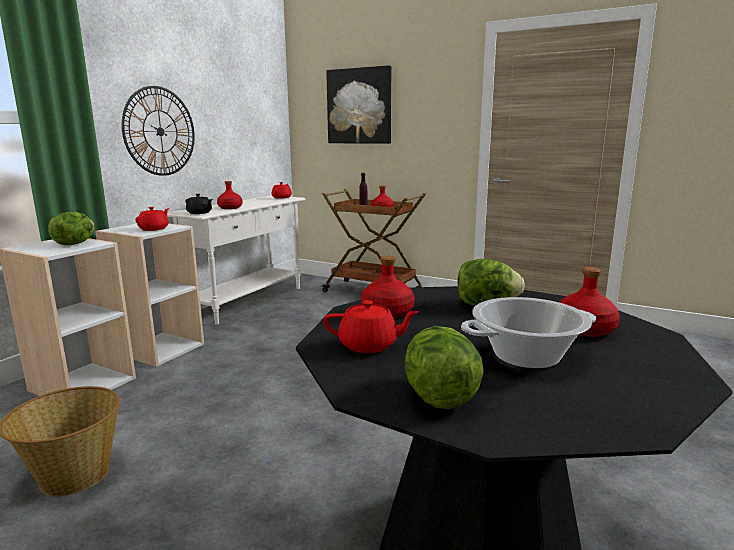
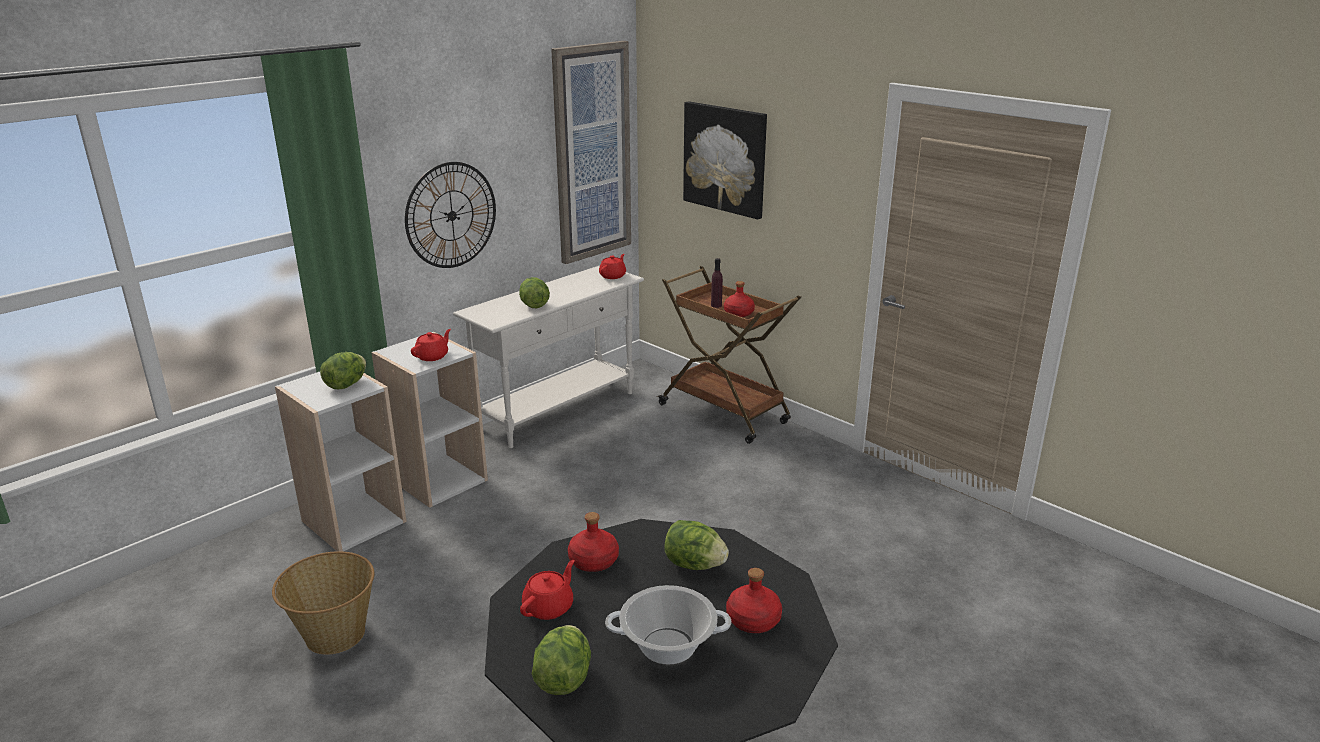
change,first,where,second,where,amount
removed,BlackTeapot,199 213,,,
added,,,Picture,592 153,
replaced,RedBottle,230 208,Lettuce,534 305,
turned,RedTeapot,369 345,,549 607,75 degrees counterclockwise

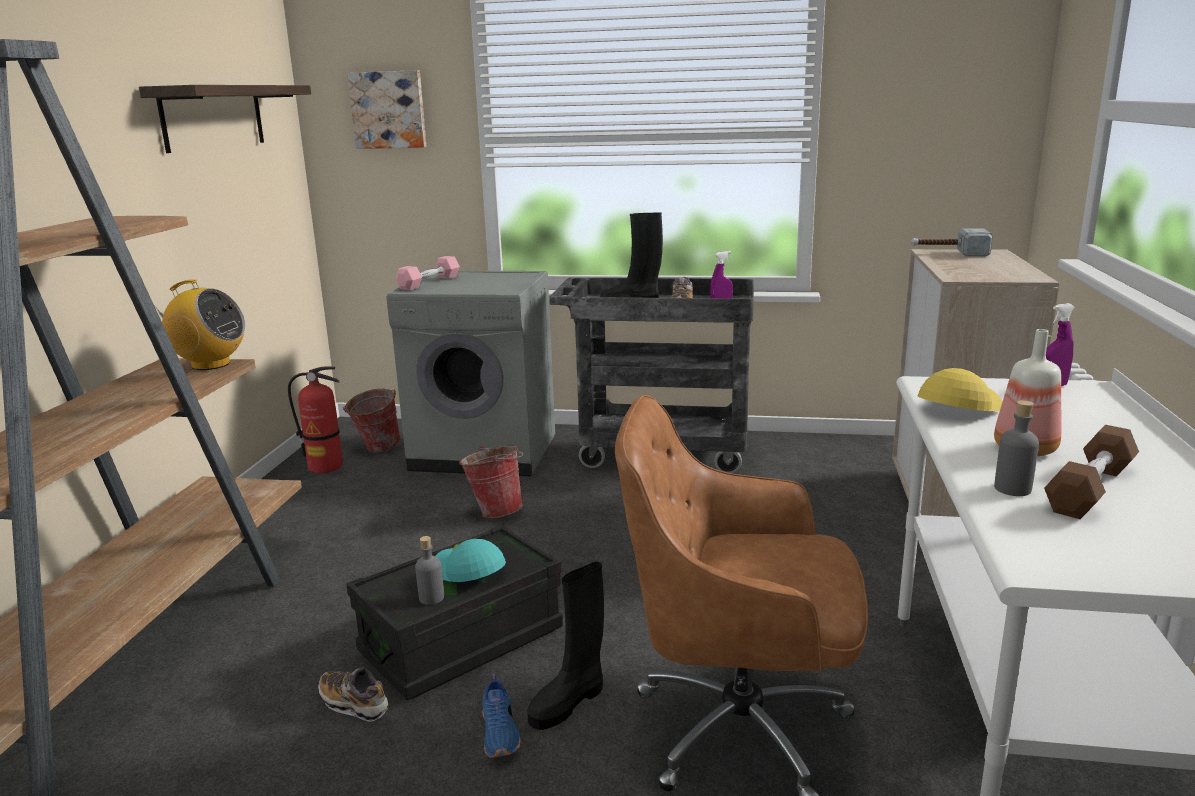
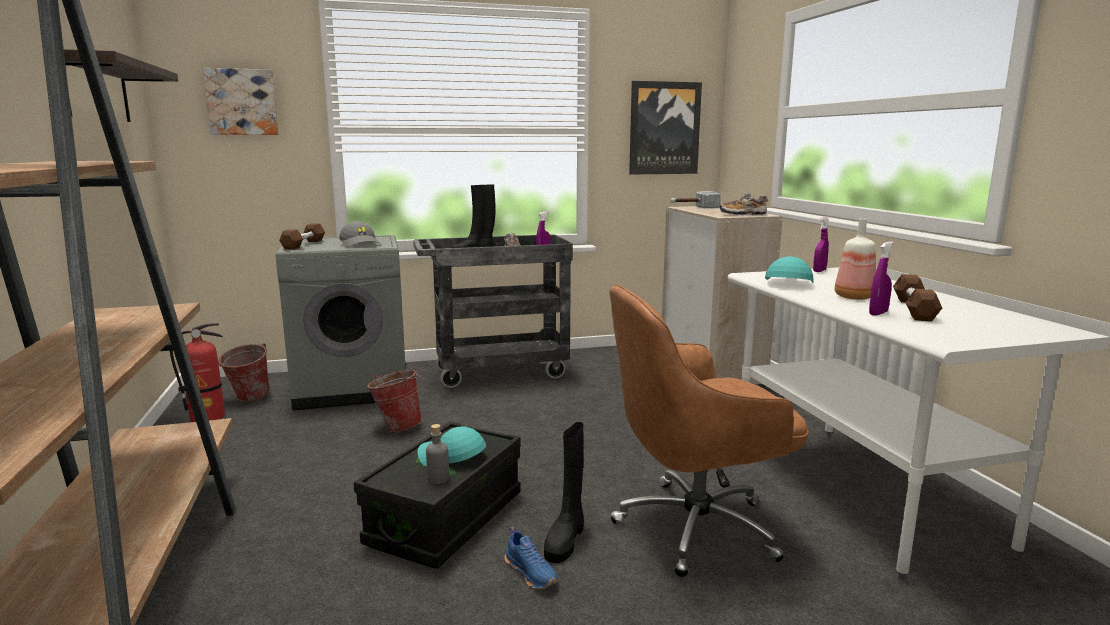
change,first,where,second,where,amount
removed,Radio,210 365,,,
added,,,GreyCap,360 244,
added,,,Picture,664 128,
moved,Shoe,353 704,,742 214,
replaced,GreyBottle,1012 489,PurpleSprayBottle,878 313,
recoloured,PinkDumbbell,429 282,BrownDumbbell,304 244,
recoloured,YellowCap,958 407,TurquoiseCap,787 283,

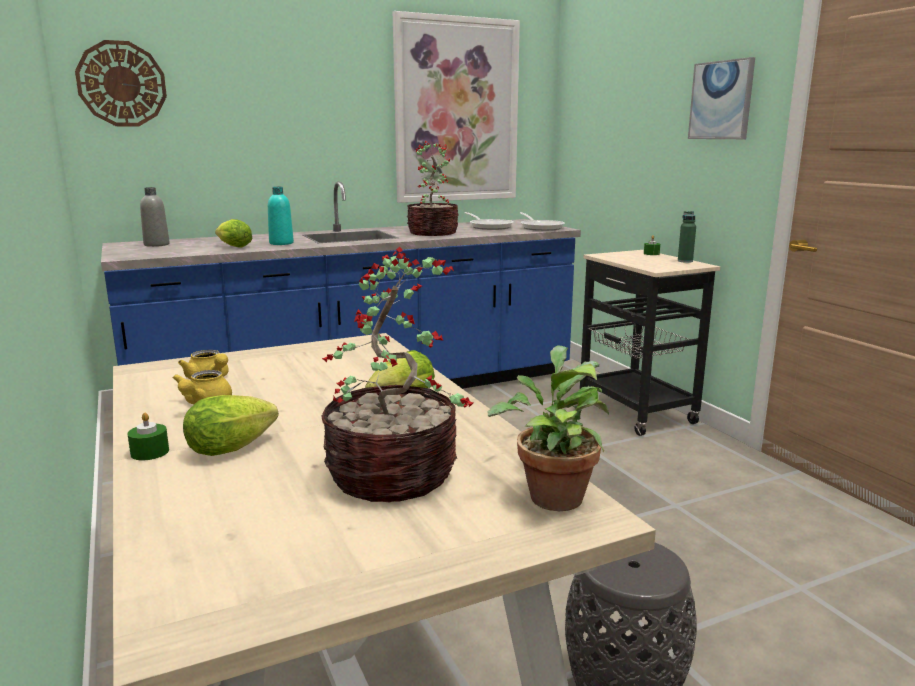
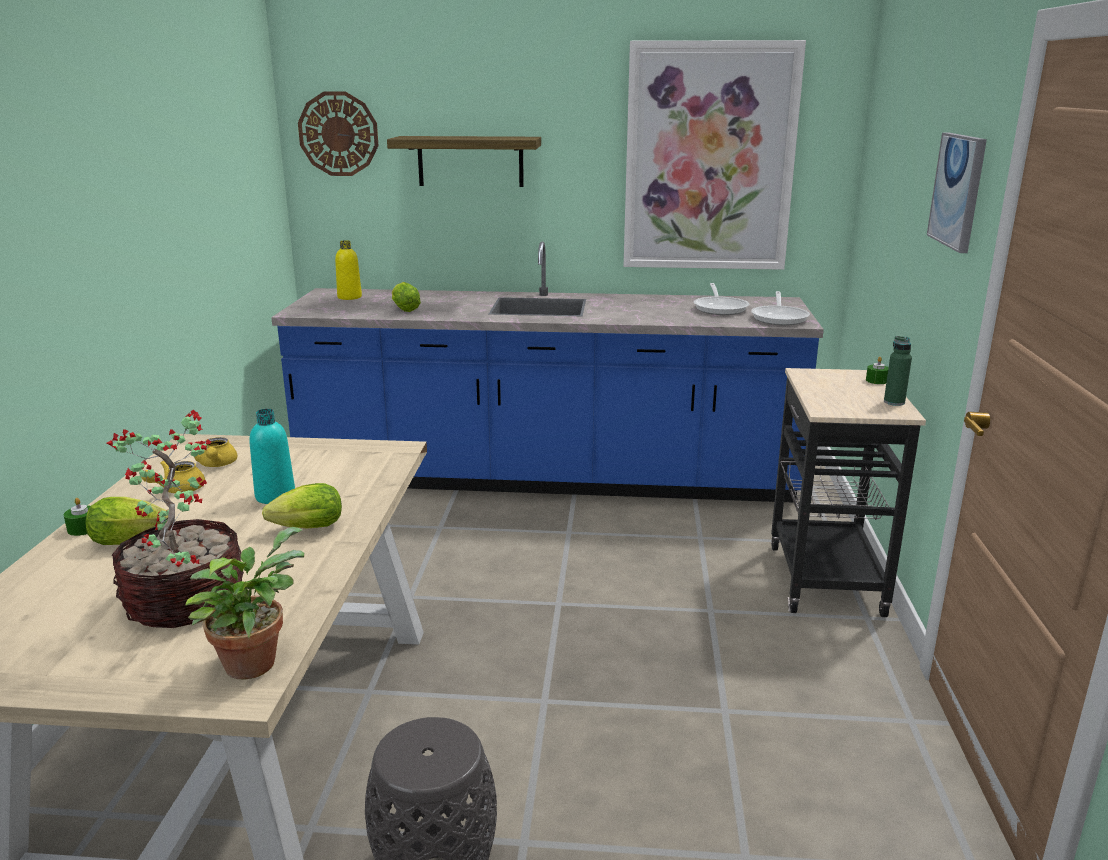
change,first,where,second,where,amount
removed,PottedPlant,433 233,,,
added,,,Shelf,470 161,
moved,TurquoiseBottle,281 243,,275 496,
recoloured,GreyBottle,156 245,YellowBottle,349 297,

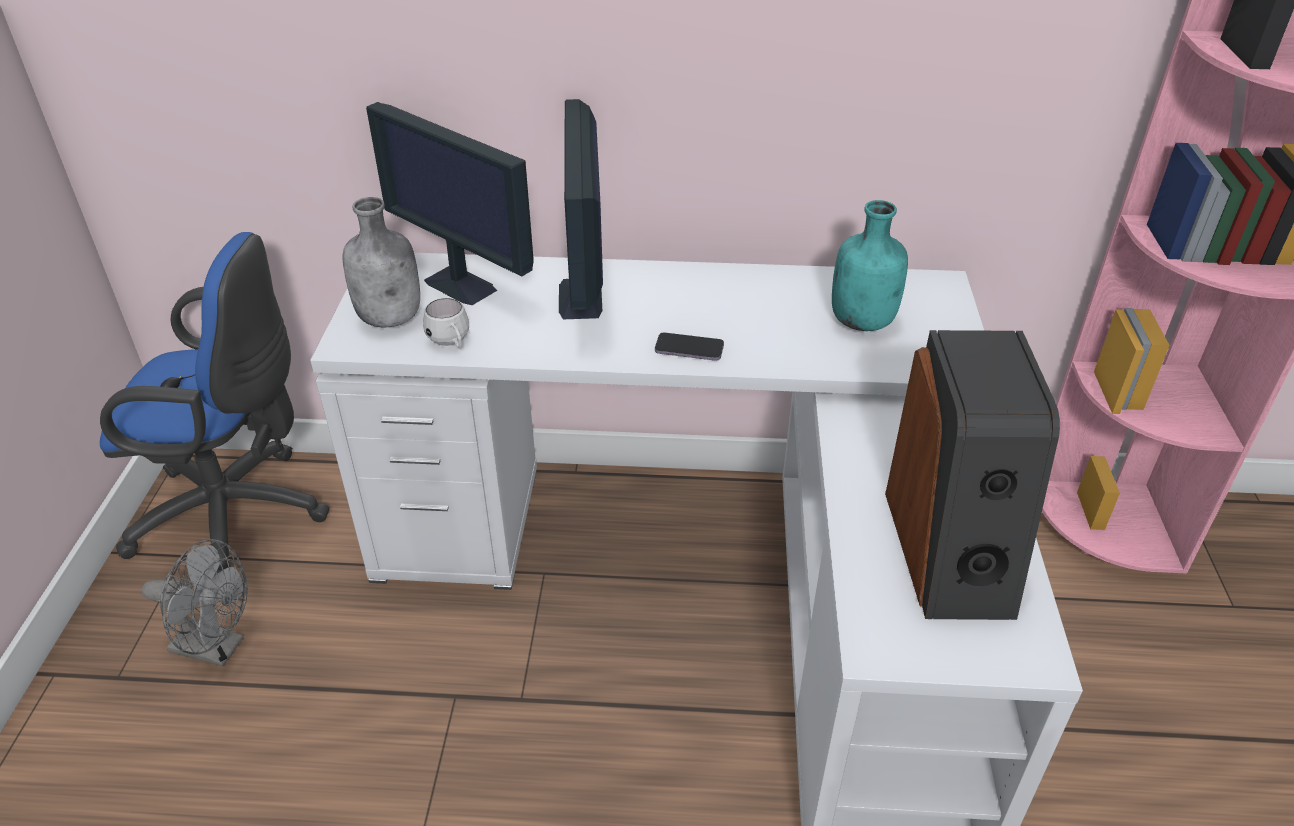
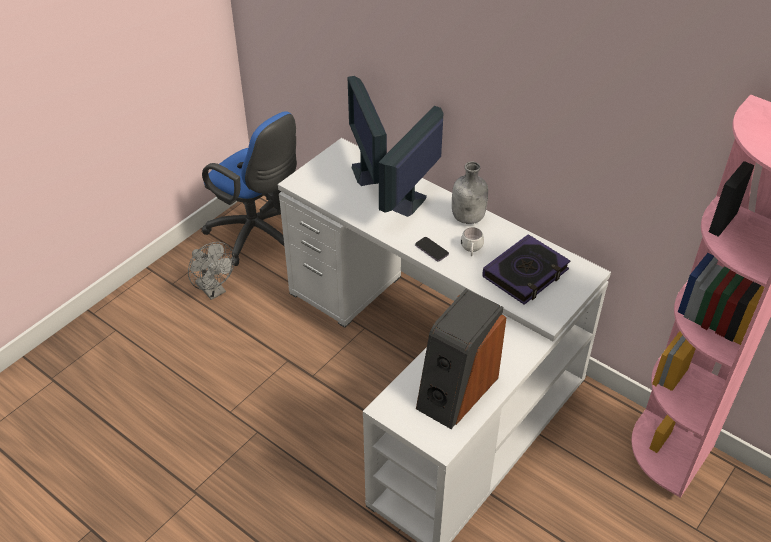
change,first,where,second,where,amount
moved,GreyBottle,391 318,,468 218,
moved,WhiteMug,451 343,,471 250,
replaced,TurquoiseBottle,863 321,Book,526 274,

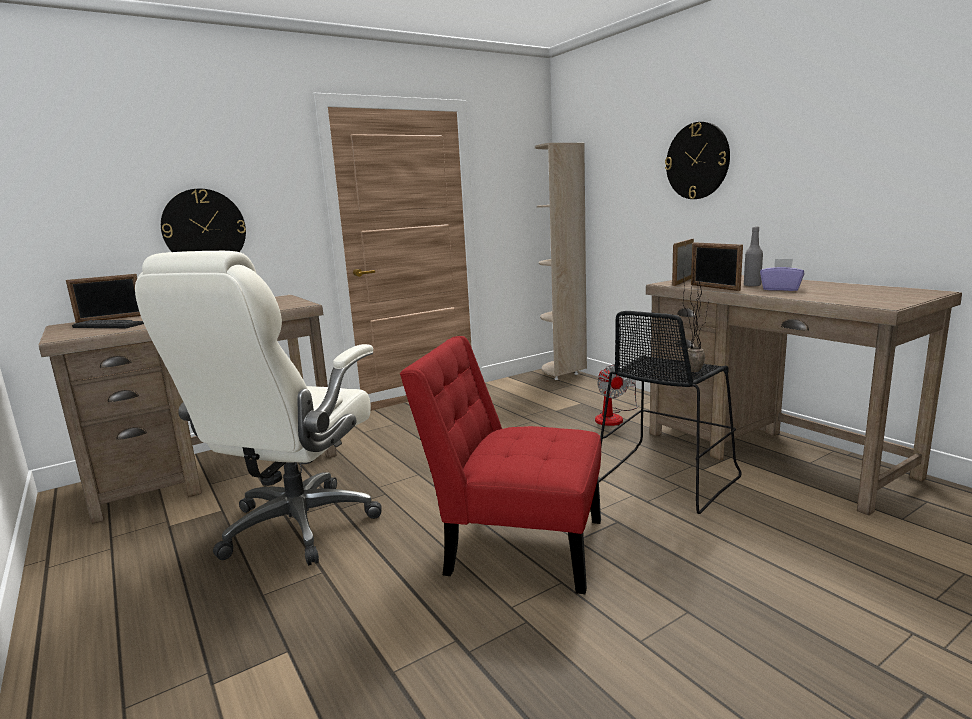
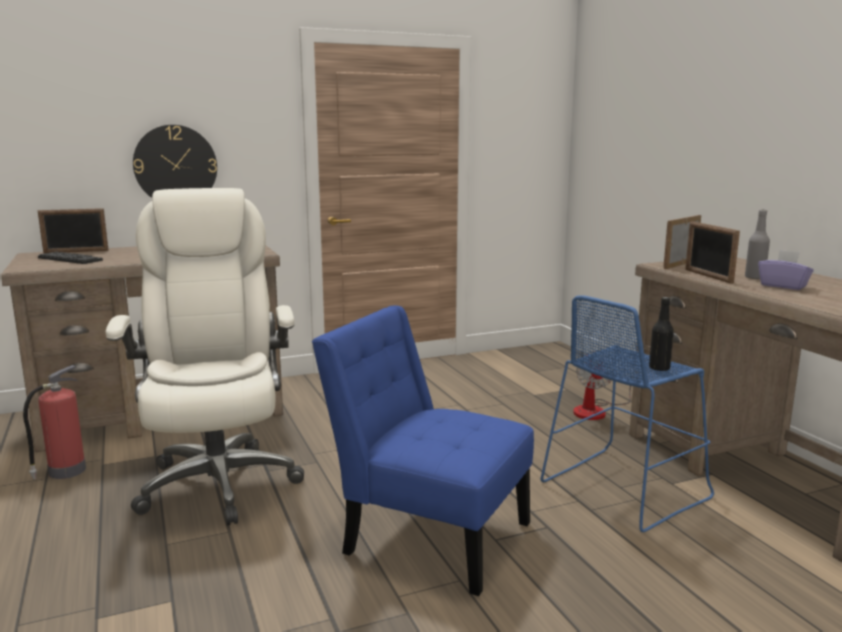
change,first,where,second,where,amount
removed,BeigeBookcase,560 374,,,
removed,WallClock,697 161,,,
added,,,FireExtinguisher,65 471,
replaced,PottedPlant,693 369,BlackBottle,659 368,
recoloured,RedChair,516 544,BlueChair,429 534,
recoloured,BlackStool,665 478,BlueStool,624 488,
turned,WhiteOfficeChair,296 527,,219 483,135 degrees clockwise

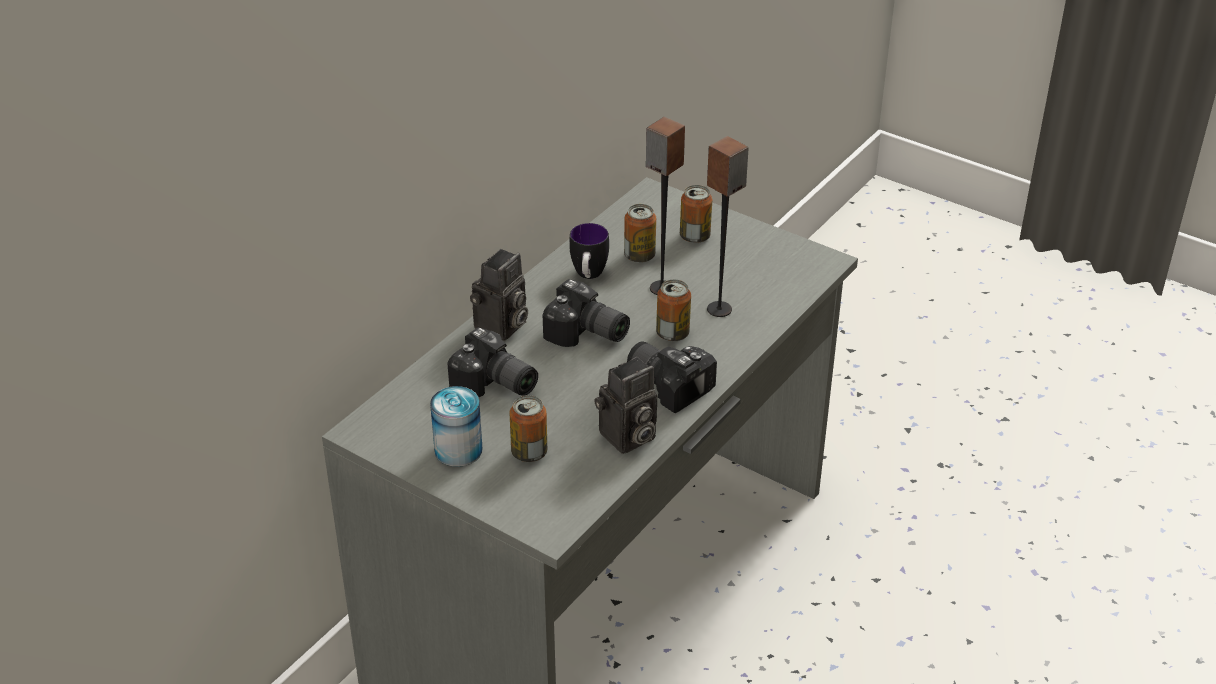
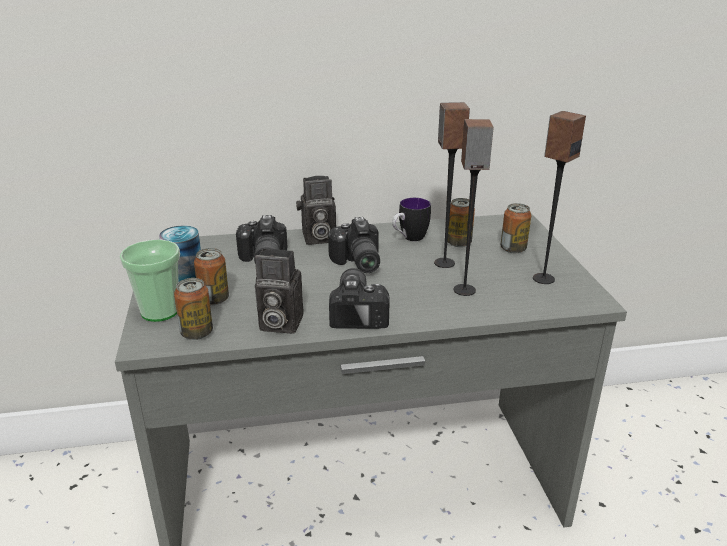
change,first,where,second,where,amount
added,,,Cup,160 311,
added,,,Speaker,543 278,
moved,Can,672 334,,197 333,

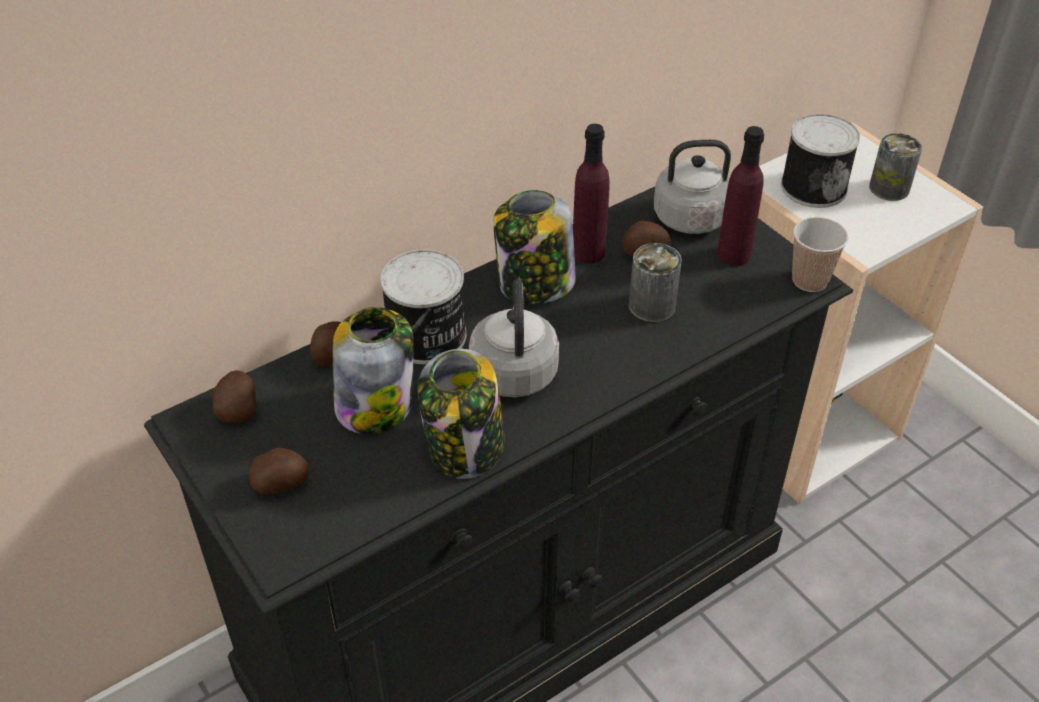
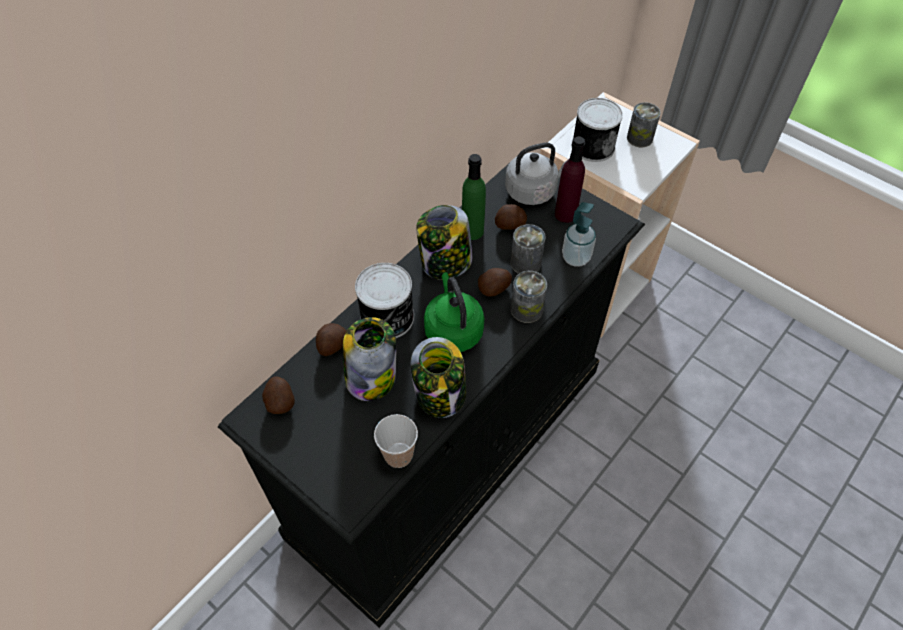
change,first,where,second,where,amount
added,,,Can,526 309,
added,,,SoapDispenser,576 257,
moved,Potato,282 484,,494 289,
moved,Cup,809 280,,398 455,
recoloured,GreyKettle,514 369,GreenKettle,453 330,
recoloured,PurpleBottle,588 252,GreenBottle,472 231,

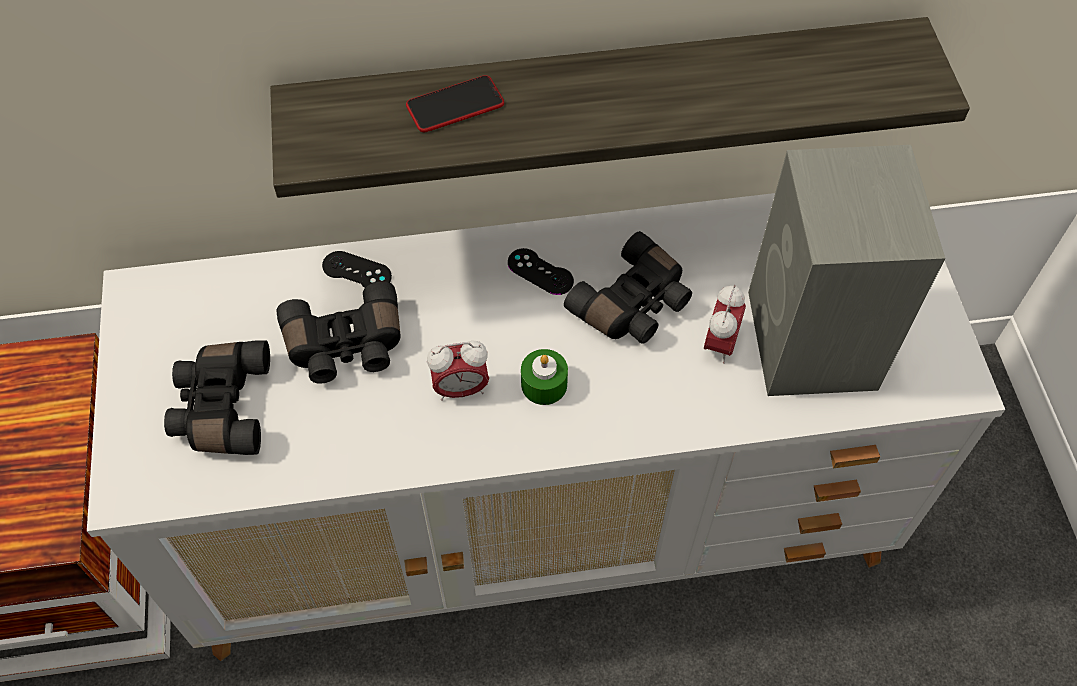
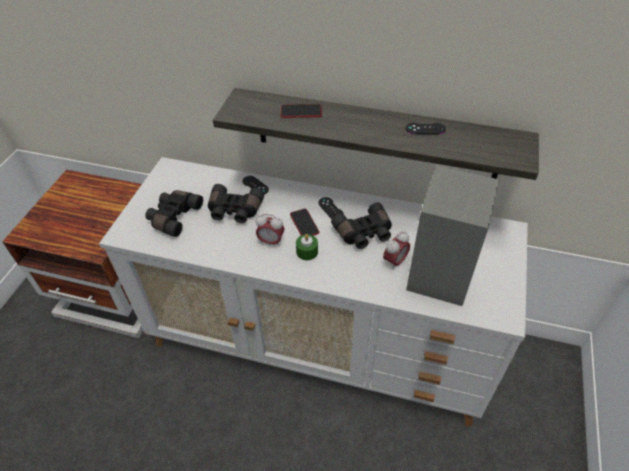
change,first,where,second,where,amount
added,,,Phone,304 224,
added,,,BlackGameController,425 129,

